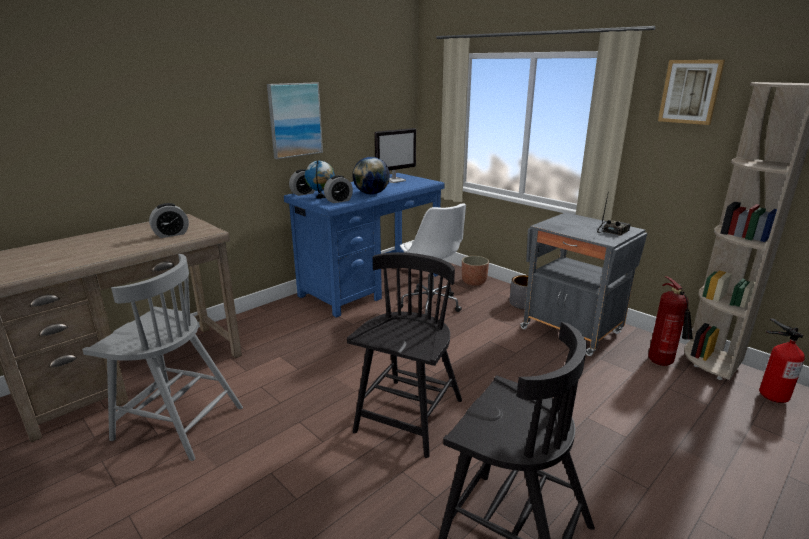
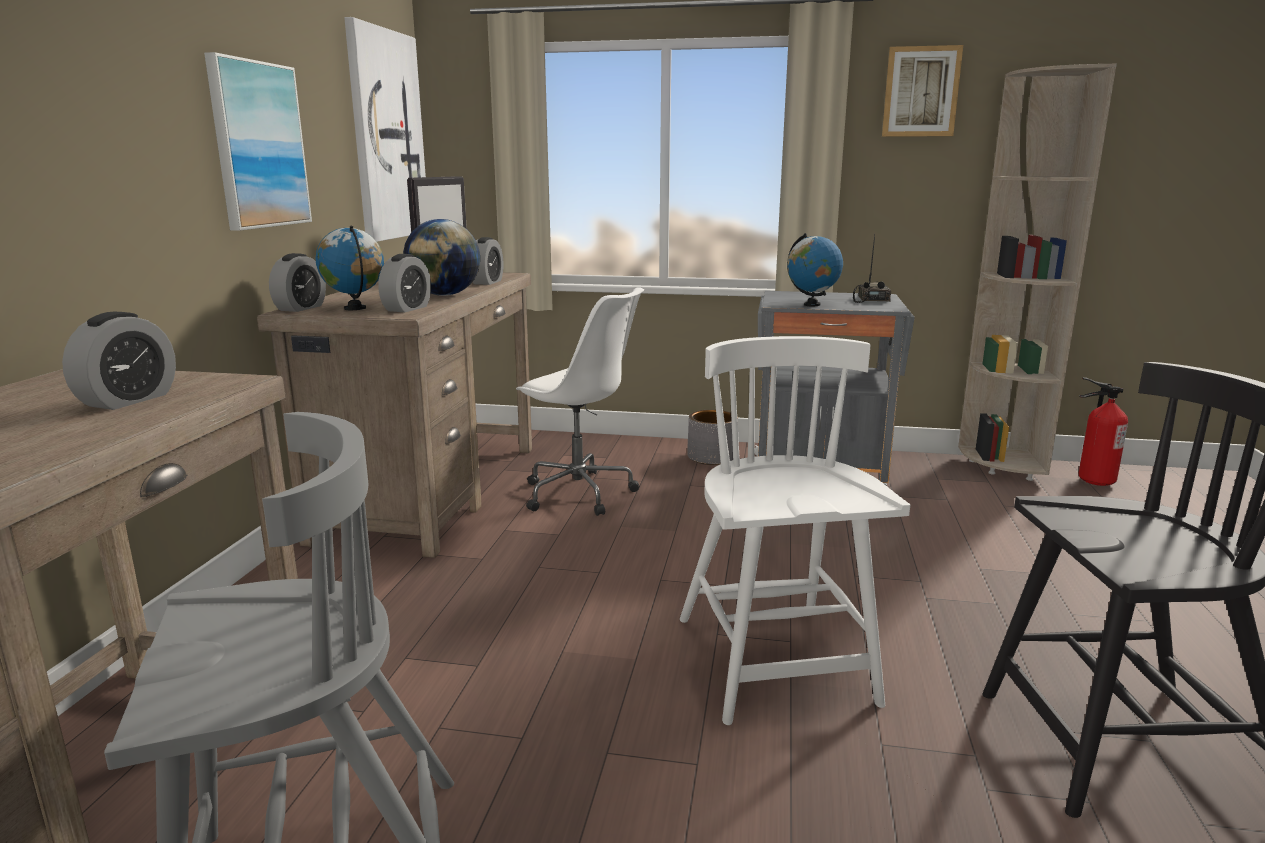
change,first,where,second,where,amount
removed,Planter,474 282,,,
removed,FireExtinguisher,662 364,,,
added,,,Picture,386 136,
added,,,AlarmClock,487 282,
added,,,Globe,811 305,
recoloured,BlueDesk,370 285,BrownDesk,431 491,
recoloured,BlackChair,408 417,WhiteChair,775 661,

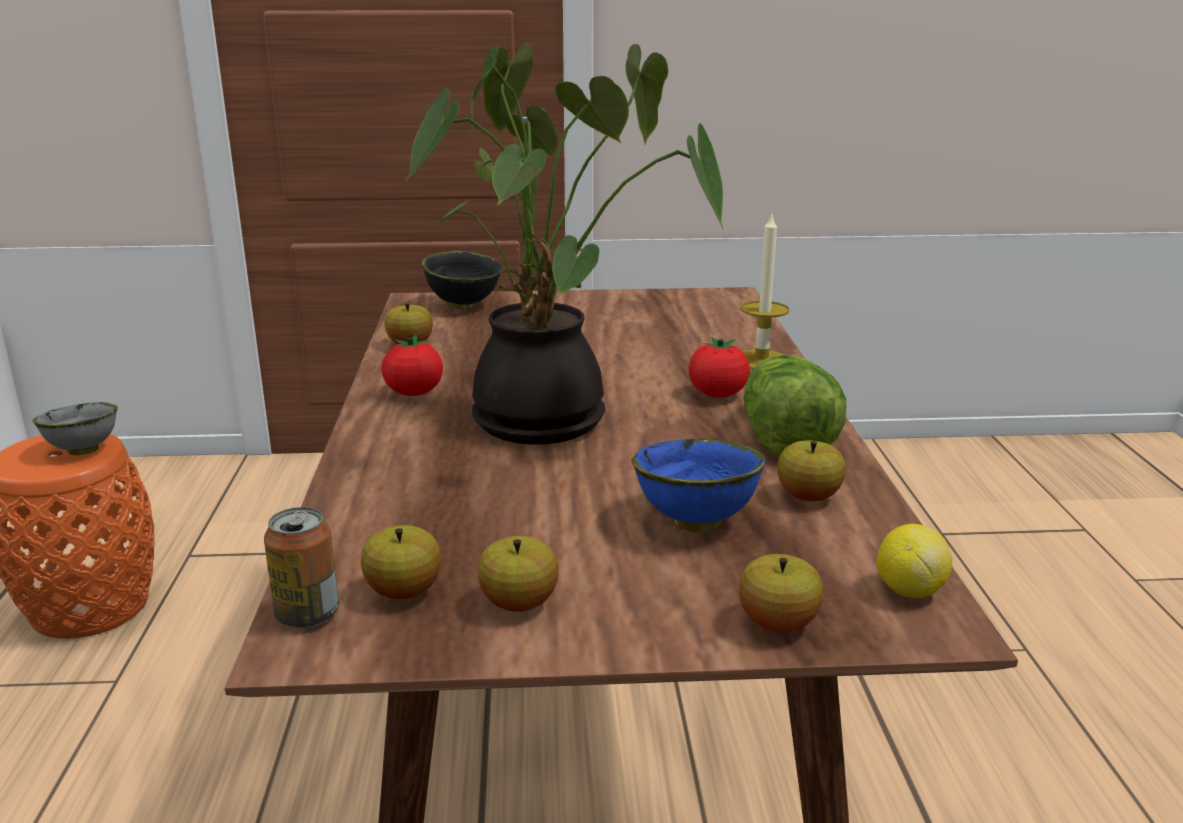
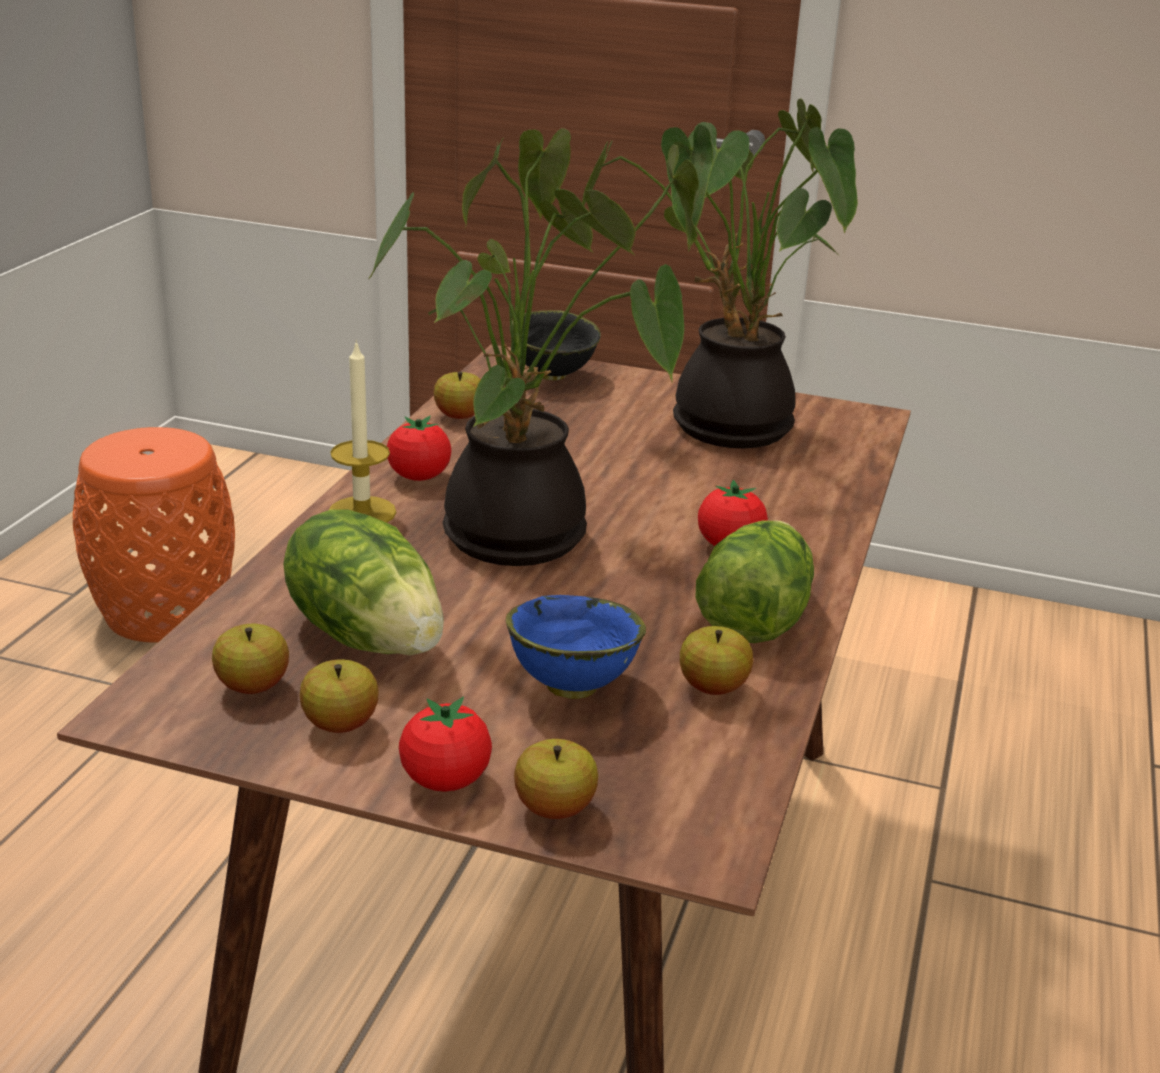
change,first,where,second,where,amount
removed,GreyBowl,82 451,,,
removed,Can,307 615,,,
removed,Lemon,909 590,,,
added,,,Lettuce,368 634,
added,,,Tomato,445 780,
added,,,PottedPlant,720 427,
moved,Candle,761 360,,362 512,

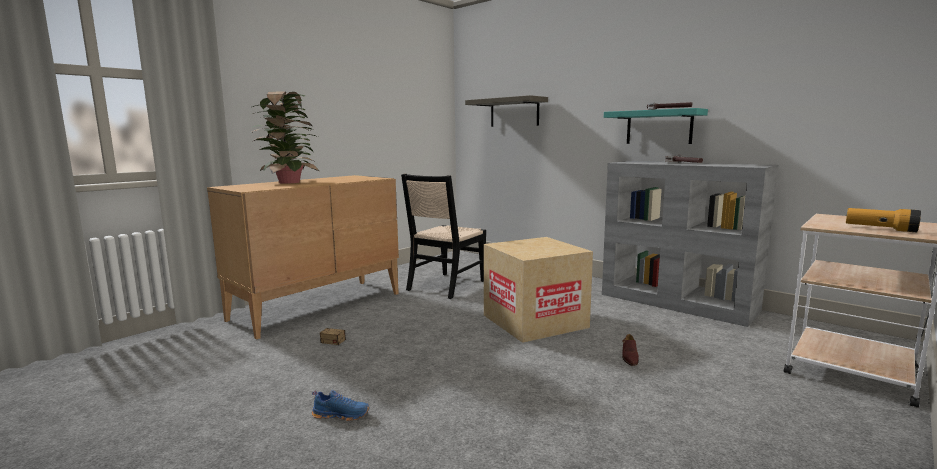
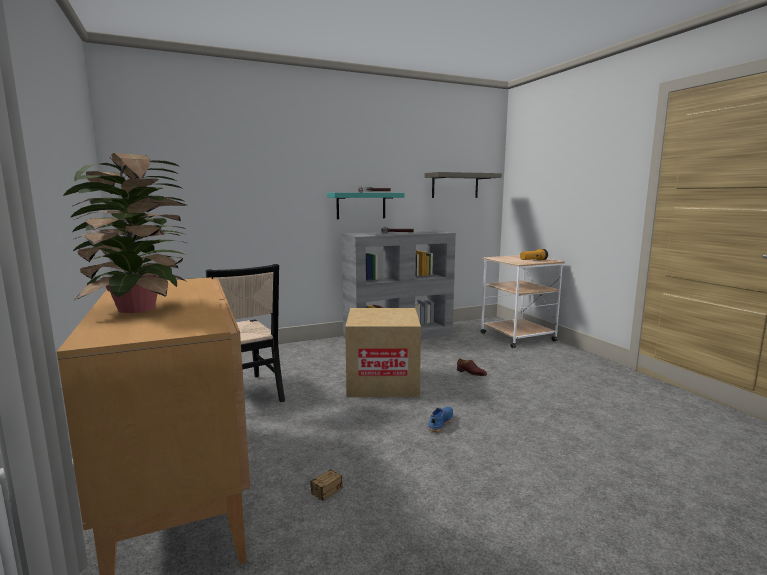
change,first,where,second,where,amount
moved,BlueShoe,341 414,,439 423,
moved,Shelf,514 112,,455 185,

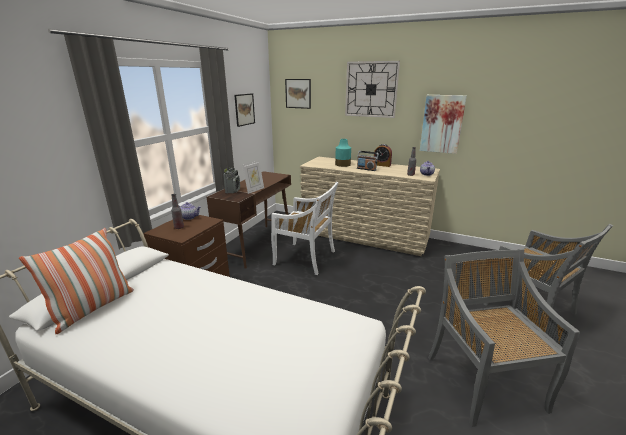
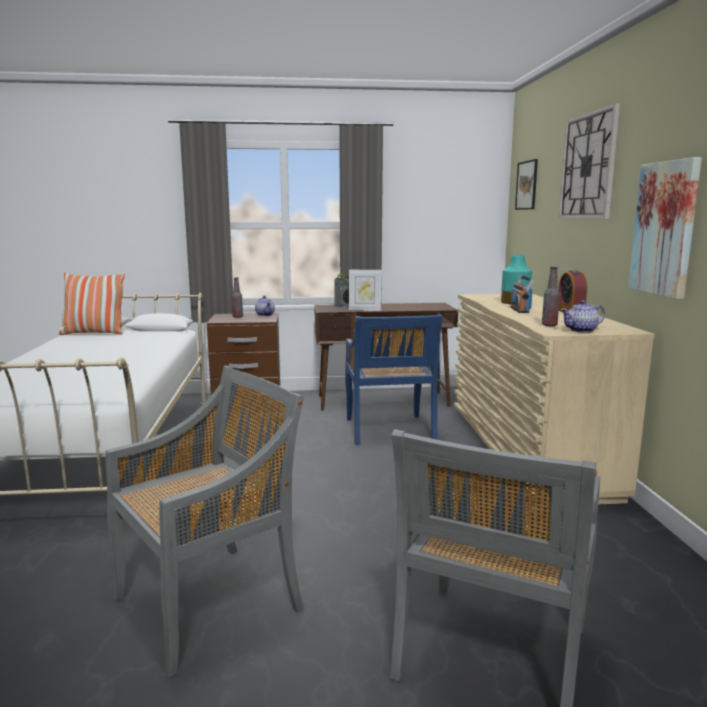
change,first,where,second,where,amount
removed,Picture,244 109,,,
recoloured,WhiteChair,306 258,BlueChair,389 430,

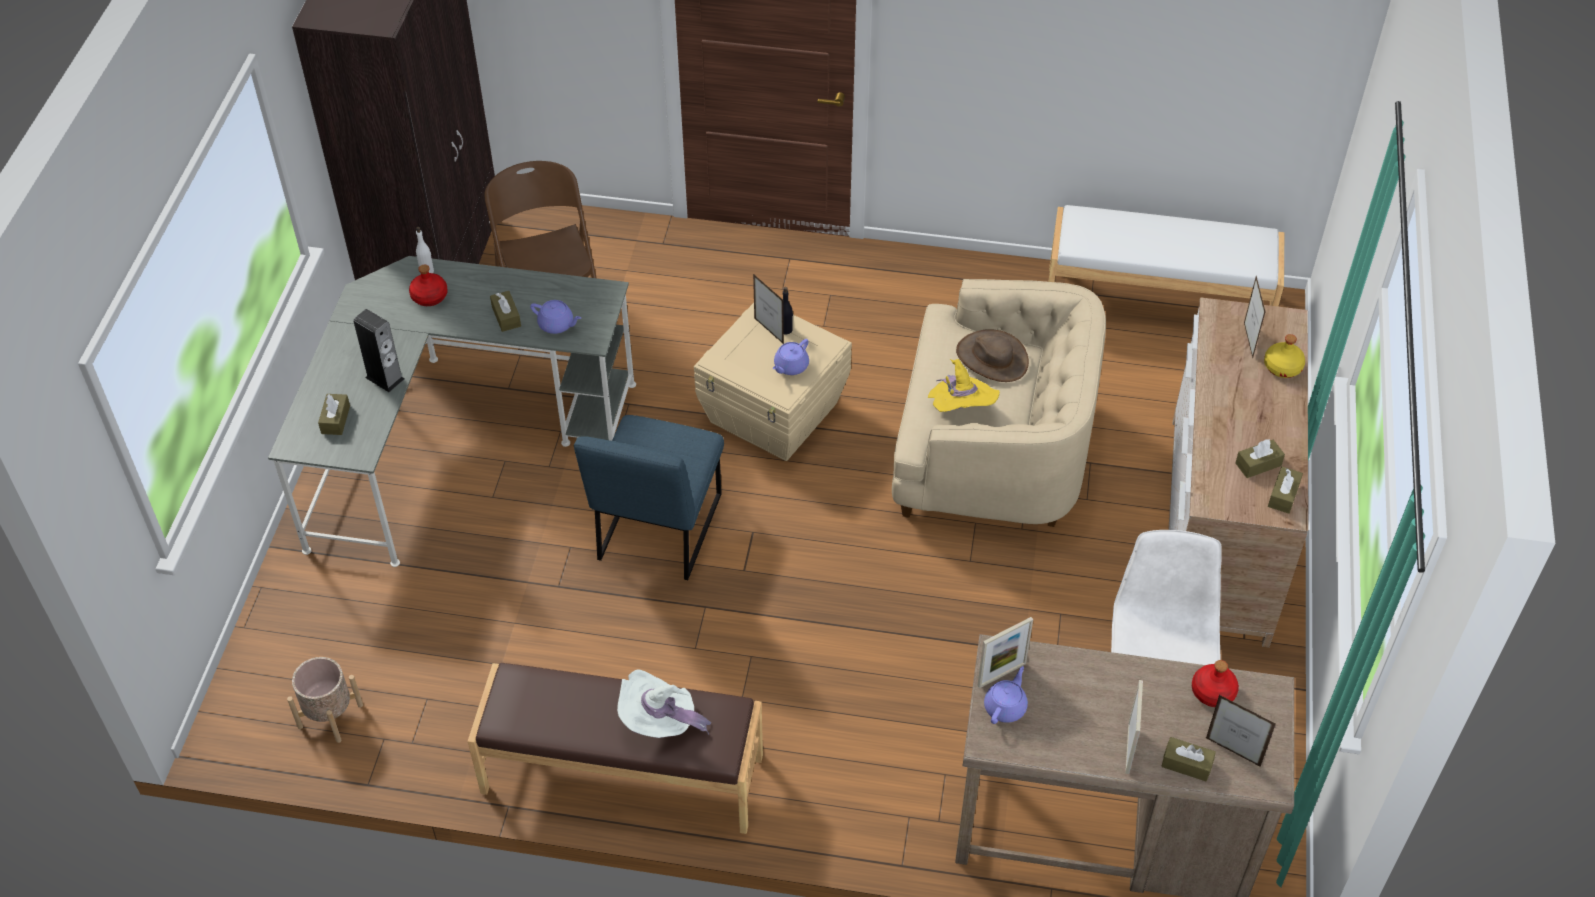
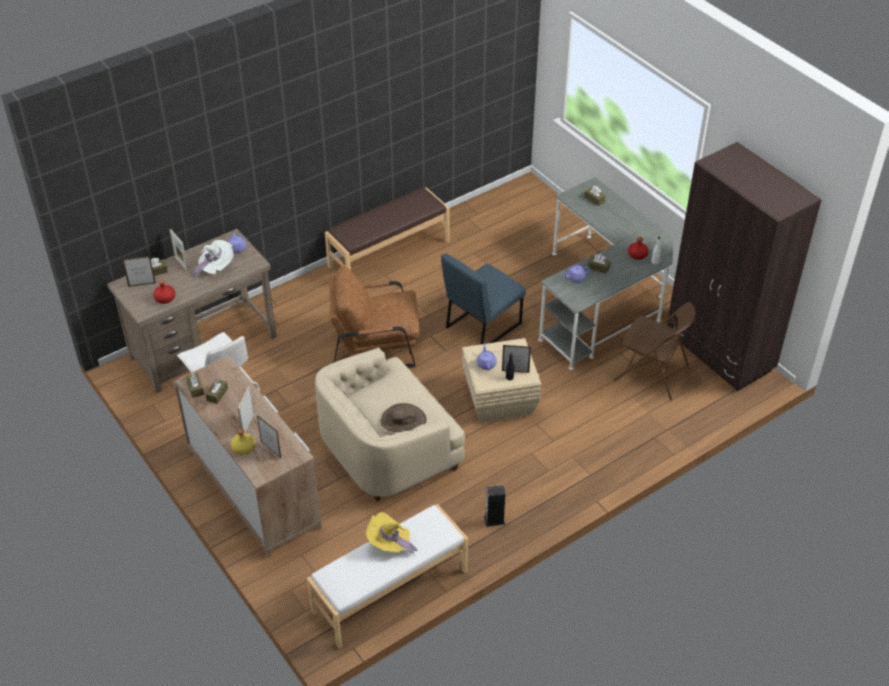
change,first,where,second,where,amount
removed,BeigePlanter,330 716,,,
added,,,BrownArmchair,375 344,
moved,Speaker,385 378,,494 520,
moved,WhiteHat,660 722,,216 267,
moved,YellowHat,960 410,,390 544,
moved,PictureFrame,1001 674,,248 424,
turned,BlueChair,657 529,,481 326,105 degrees counterclockwise

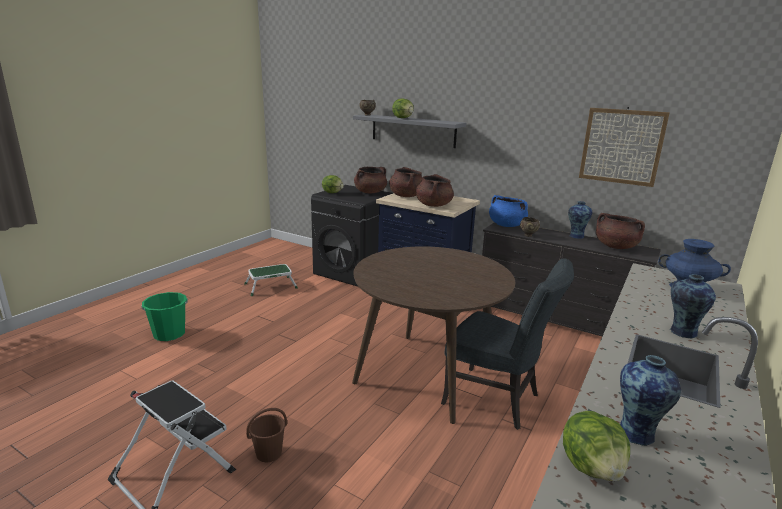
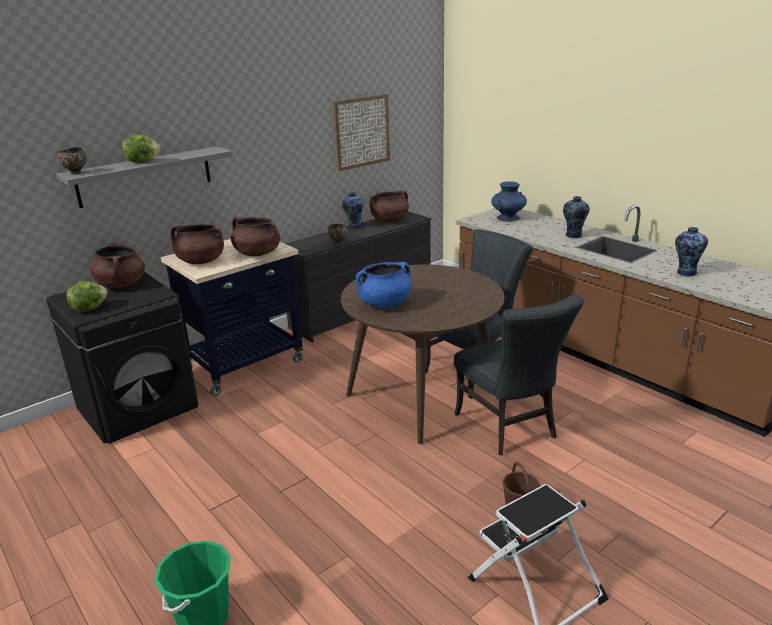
change,first,where,second,where,amount
removed,GreenStepLadder,271 286,,,
removed,Lettuce,592 467,,,
added,,,GreyChair,510 428,
moved,BlueCookingPot,506 225,,384 304,

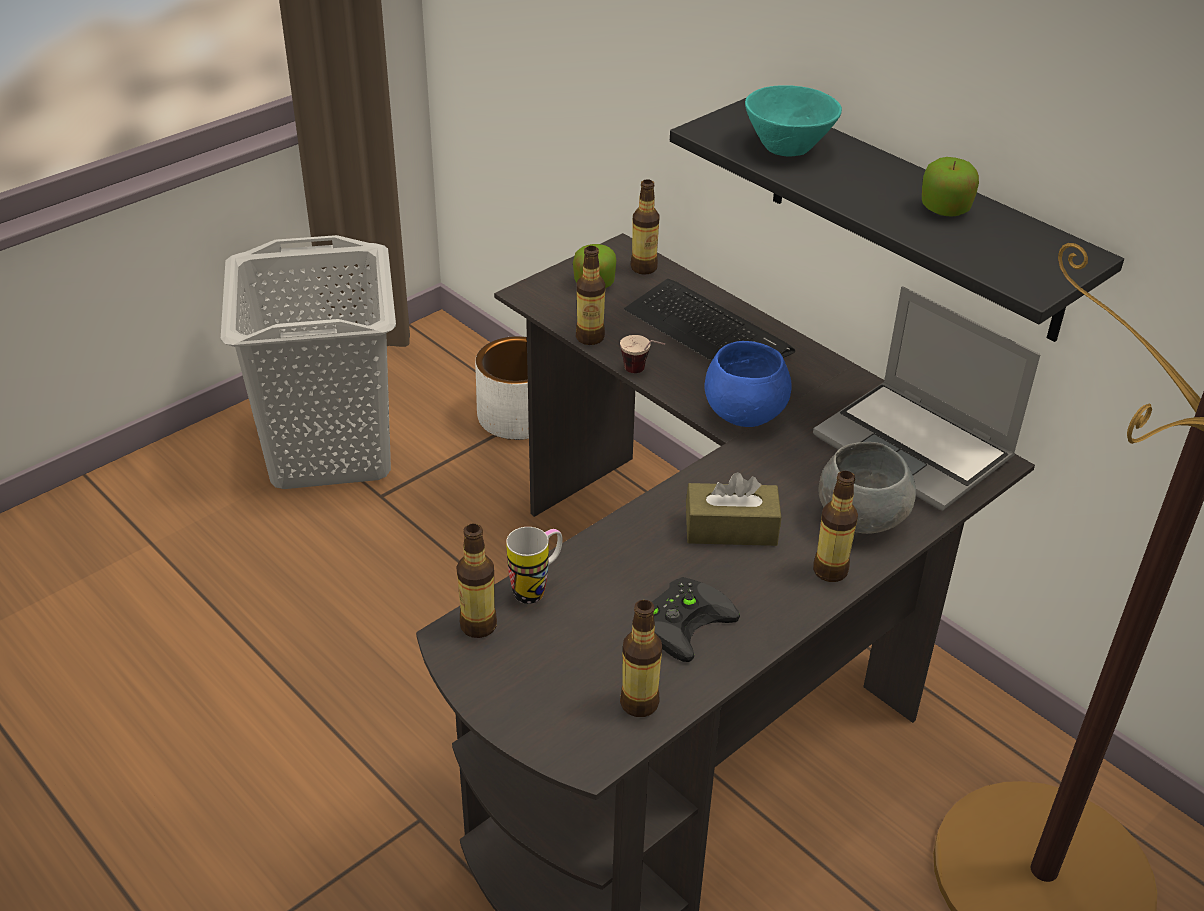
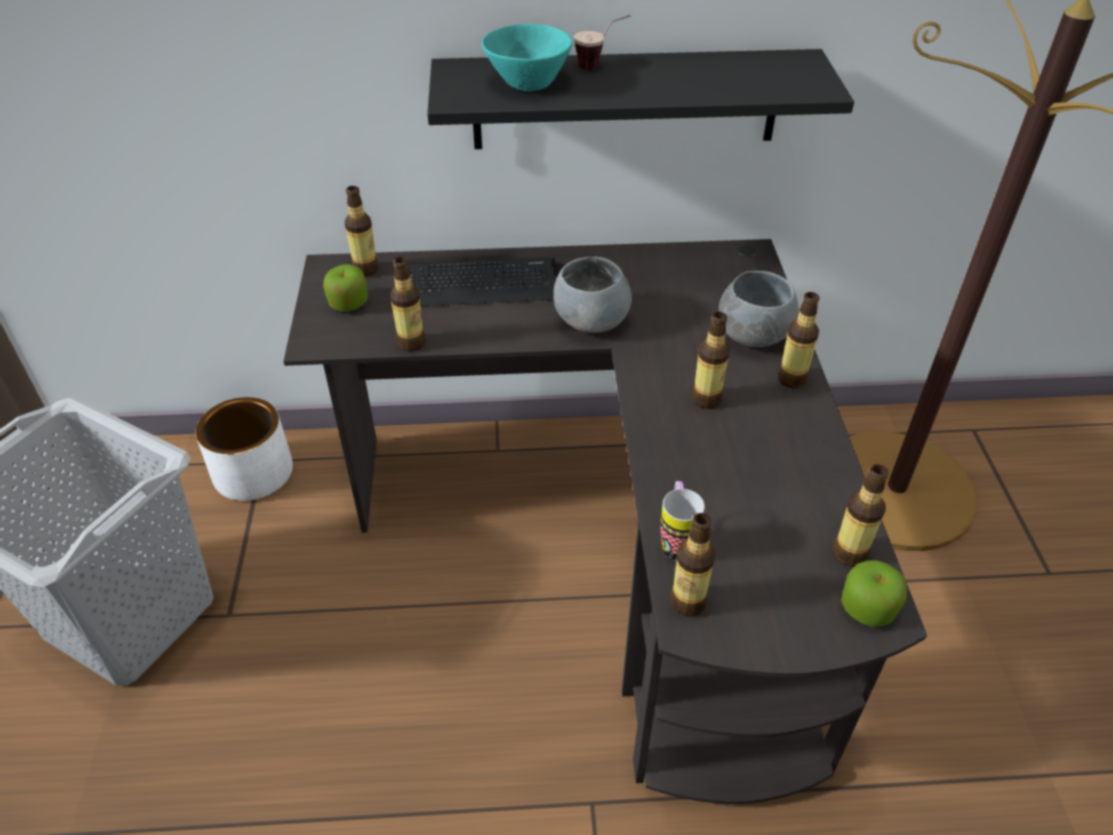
change,first,where,second,where,amount
removed,BlackGameController,684 619,,,
removed,Laptop,916 448,,,
moved,Cup,643 373,,600 66,
moved,Apple,945 209,,867 608,
replaced,BrownTissueBox,731 528,Bottle,706 399,
recoloured,BlueBowl,745 413,GreyBowl,591 320,

